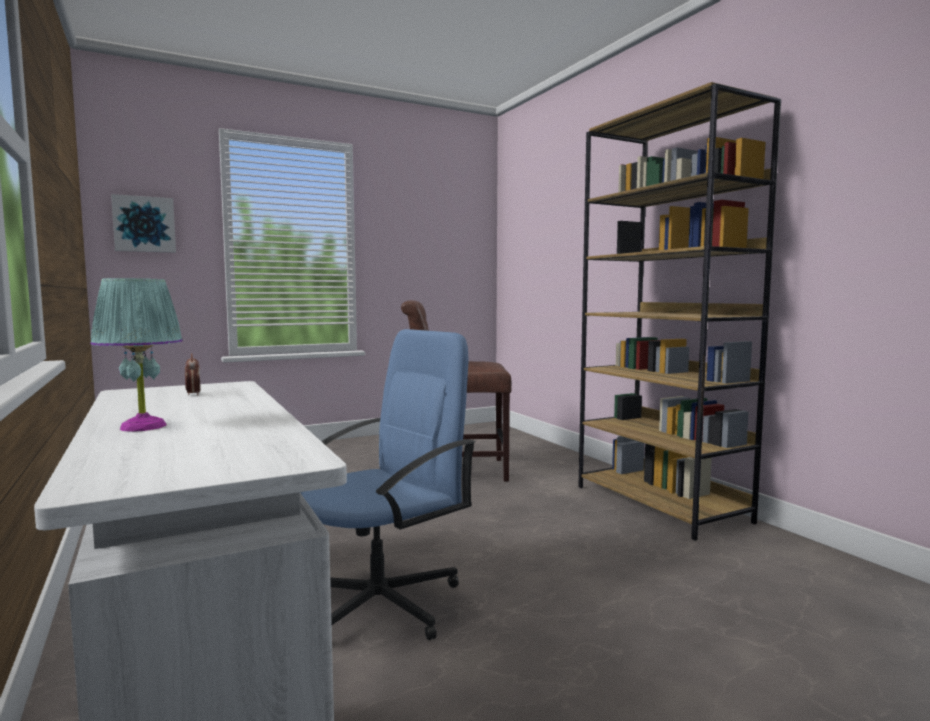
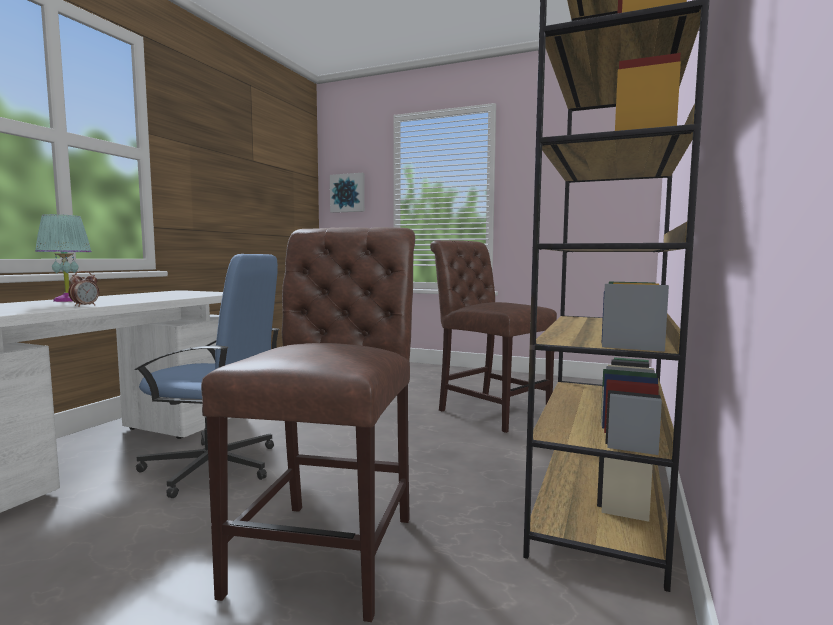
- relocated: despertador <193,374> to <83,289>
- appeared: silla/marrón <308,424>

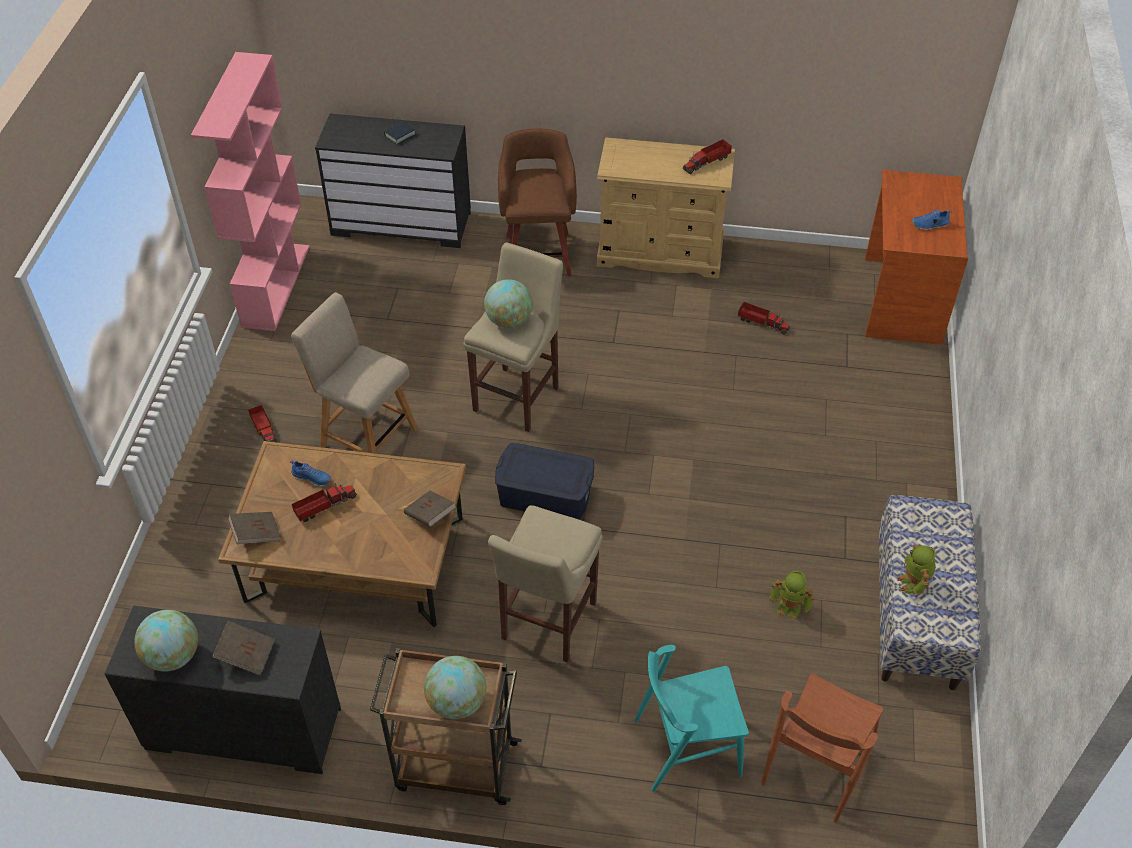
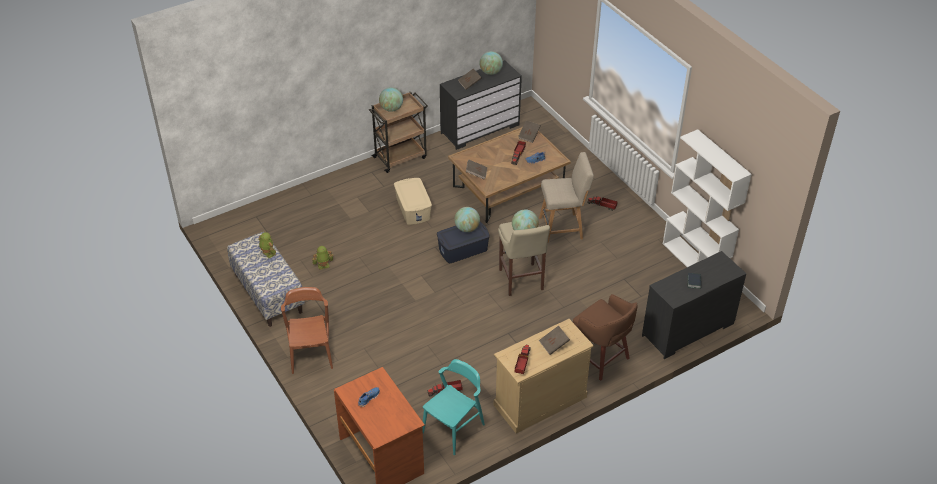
- relocated: silla/marrón <822,748> to <307,330>
- exchanged: taburete/beis <545,584> to caja de almacenaje/beis <413,201>
- relocated: silla/turquesa <691,718> to <453,407>
- appeared: globo terráqueo <467,219>
- appeared: libro/marrón <554,340>
- colour: estantería/rosa <250,191> to estantería/blanco <707,198>

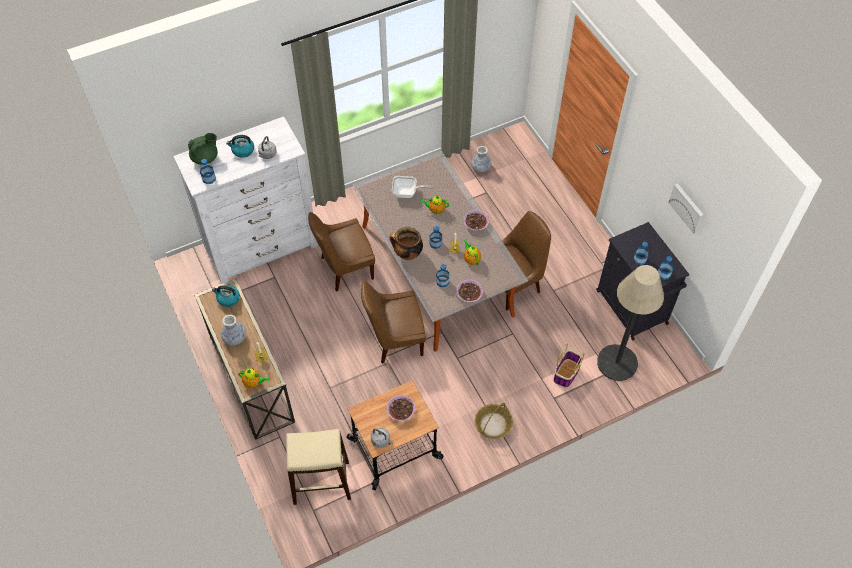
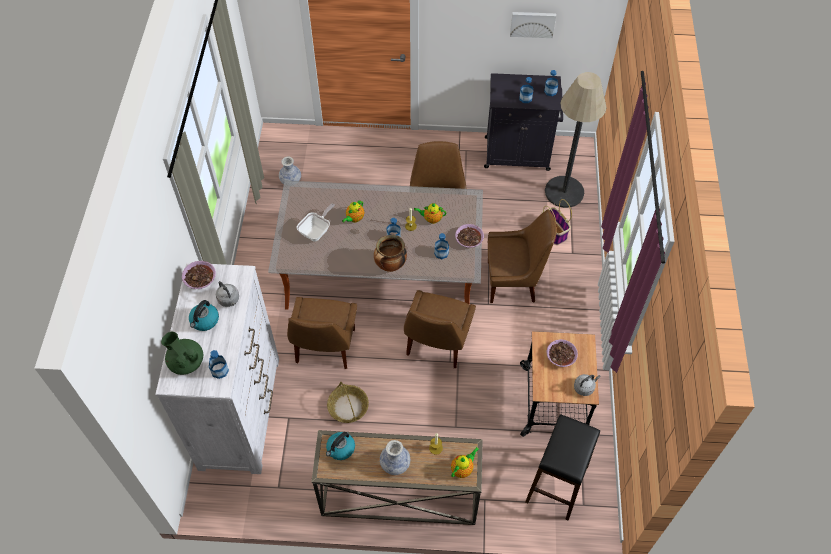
- spun: tetera/verde <203,149> = <182,353> 45 degrees counterclockwise
- relocated: cuenco <476,220> to <199,275>
- relocated: cesta <494,421> to <348,402>
- appeared: silla/marrón <522,256>
- colour: taburete/beis <318,467> to taburete/negro <562,467>

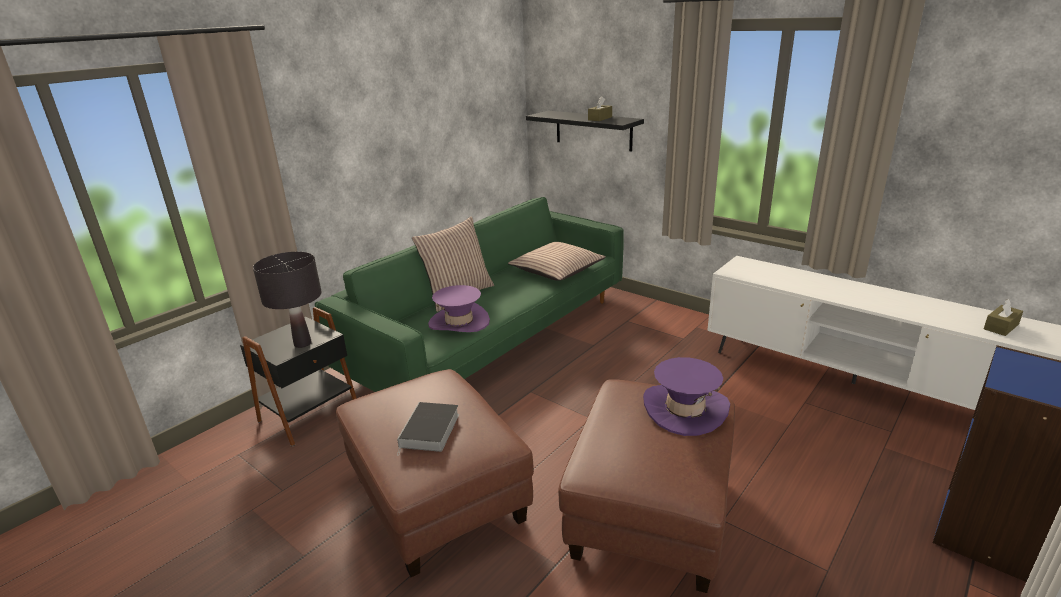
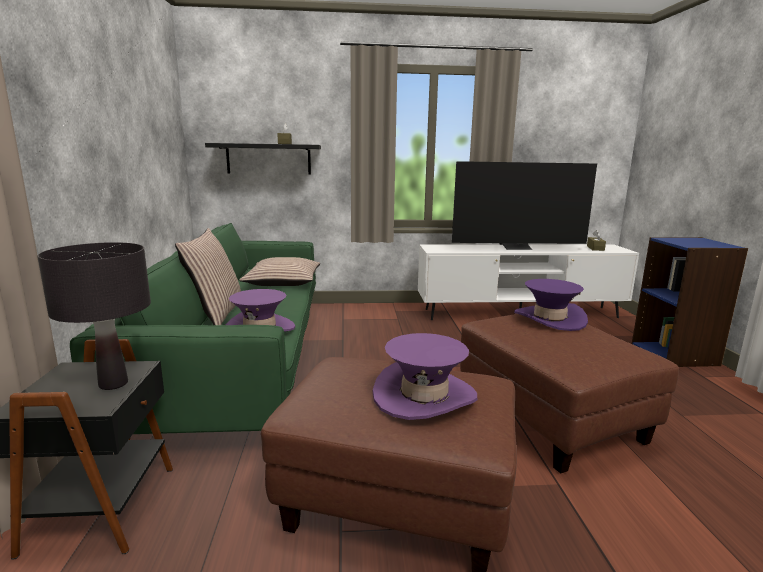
- exchanged: libro <428,429> to sombrero/morado <424,376>
- appeared: televisor <524,205>

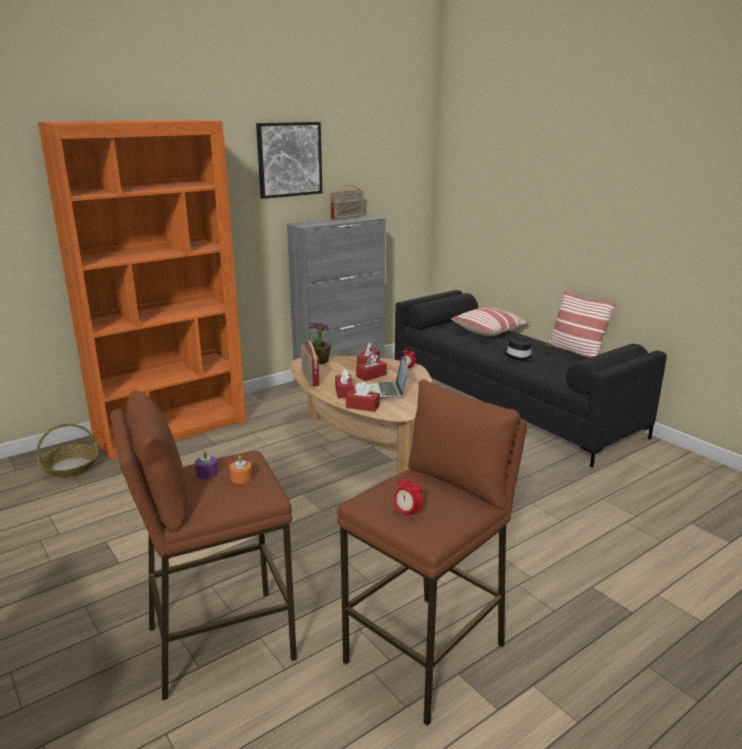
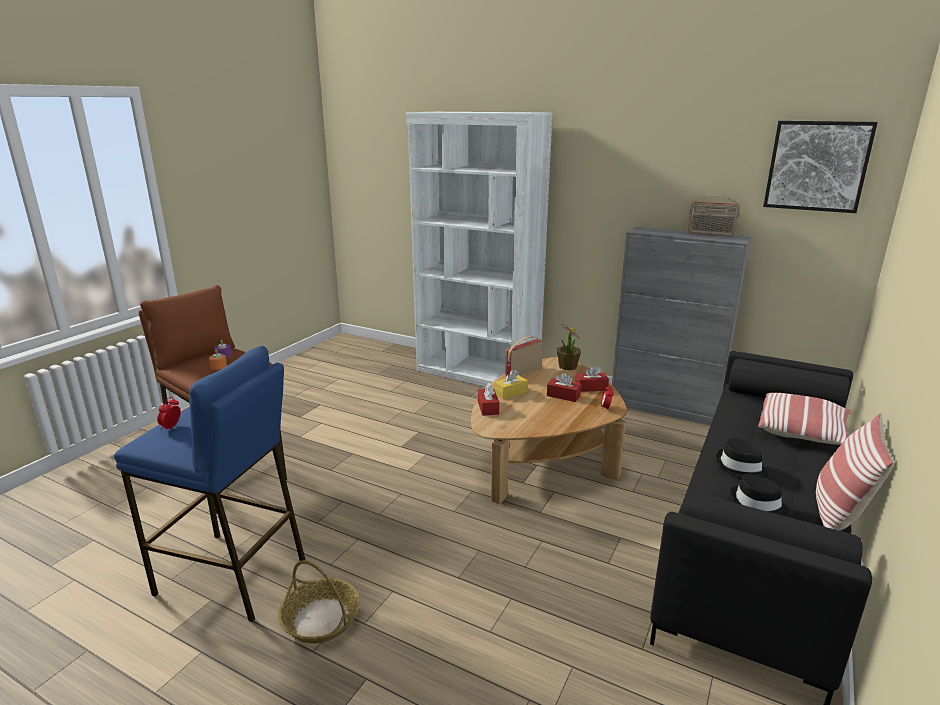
- colour: taburete/marrón <432,552> to taburete/azul <209,484>
- relocated: cesta <67,450> to <319,601>
- colour: estantería/naranja <142,289> to estantería/blanco <479,249>
- colour: caja de pañuelos/rojo <344,383> to caja de pañuelos/amarillo <511,384>
- appeared: sombrero/negro <759,494>
- relocated: cuadro <289,160> to <820,167>
- missing: portátil <388,376>

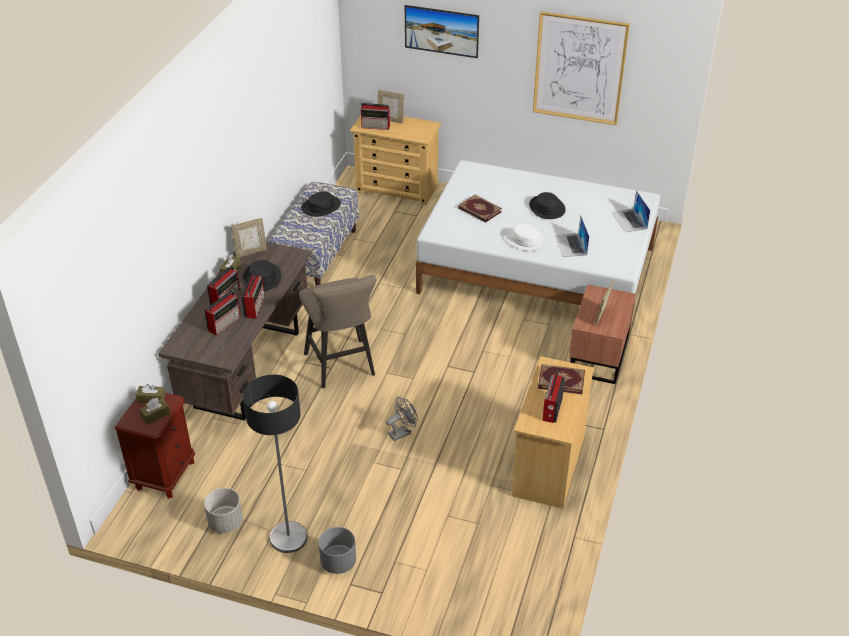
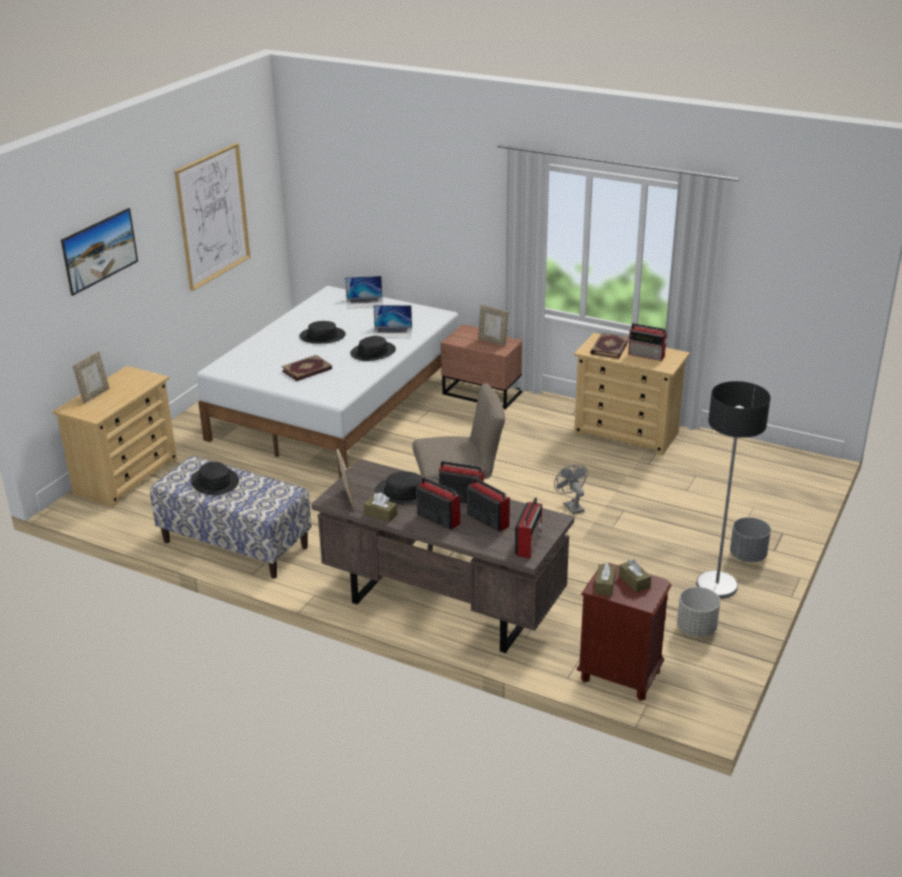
- colour: sombrero/blanco <526,237> to sombrero/negro <373,348>
- relocated: radio <376,116> to <528,527>

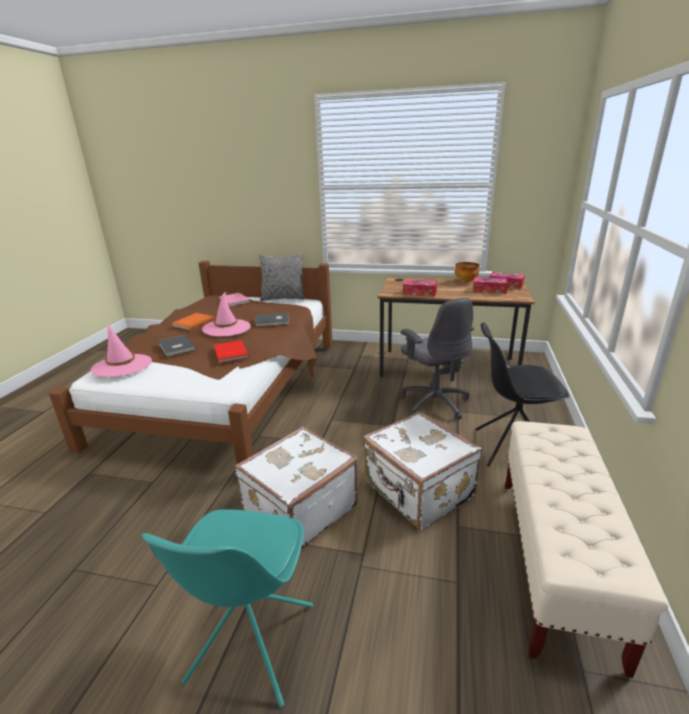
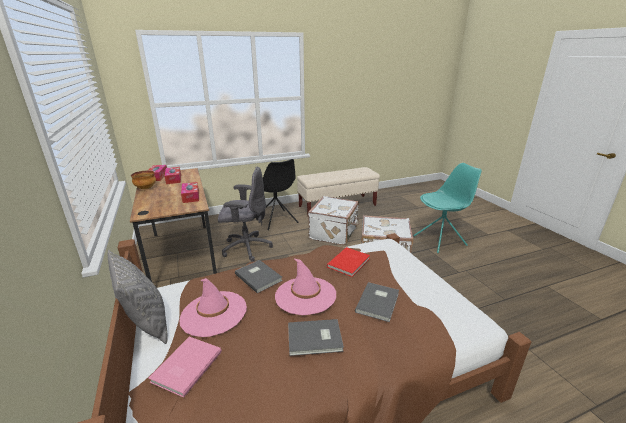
- relocated: sombrero/rosa <121,351> to <213,307>
- spun: silla de oficina/gris <437,359> = <245,213> 60 degrees clockwise
- colour: libro/naranja <193,321> to libro/gris <316,337>

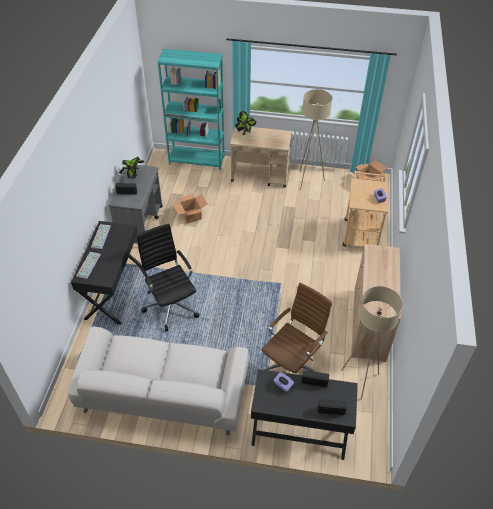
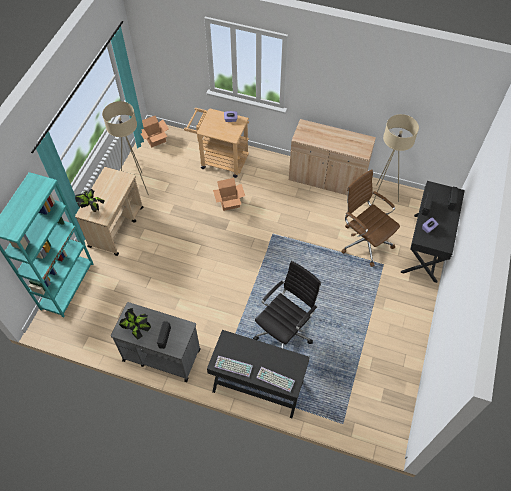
- relocated: caja de cartón <190,208> to <229,194>
- spun: silla de oficina/negro <167,277> = <287,304> 150 degrees clockwise
- missing: sofá/blanco <158,380>

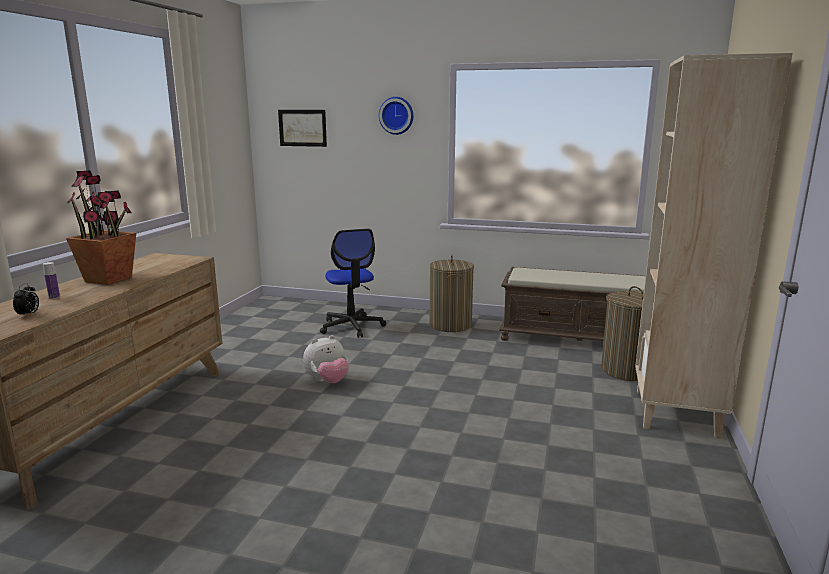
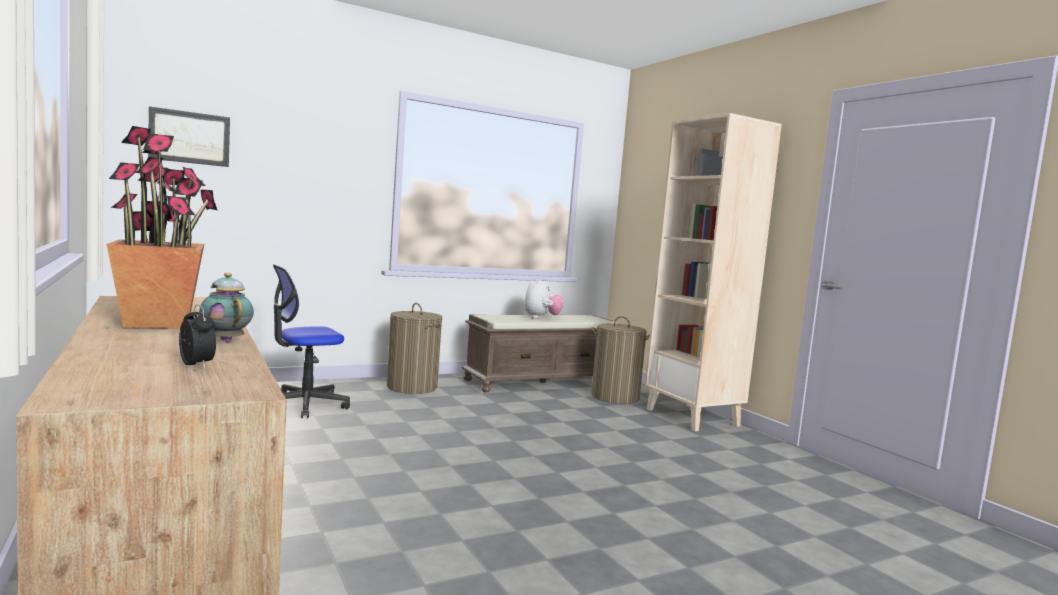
- appeared: tetera <226,307>
- spun: silla de oficina <353,283> = <311,341> 120 degrees clockwise
- relocated: peluche <326,359> to <543,298>
- missing: botella <51,280>
- missing: reloj de pared <396,116>

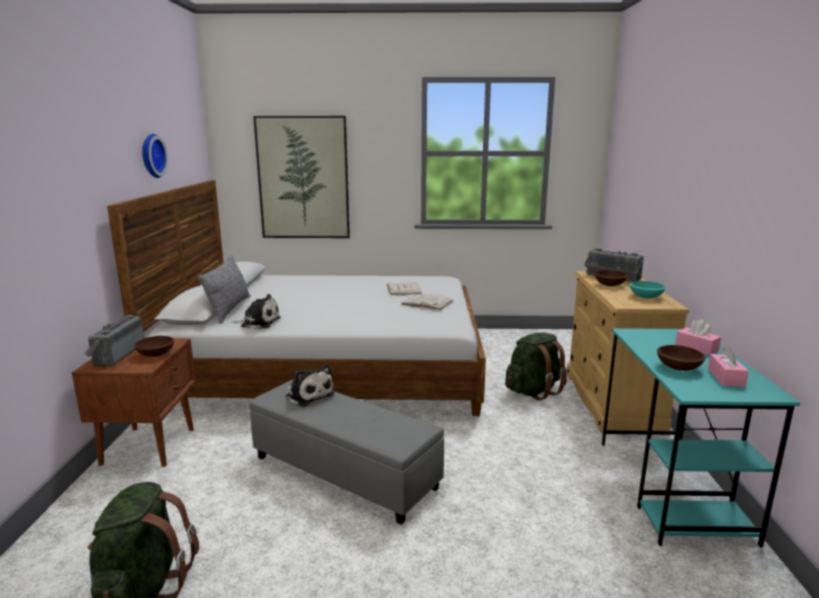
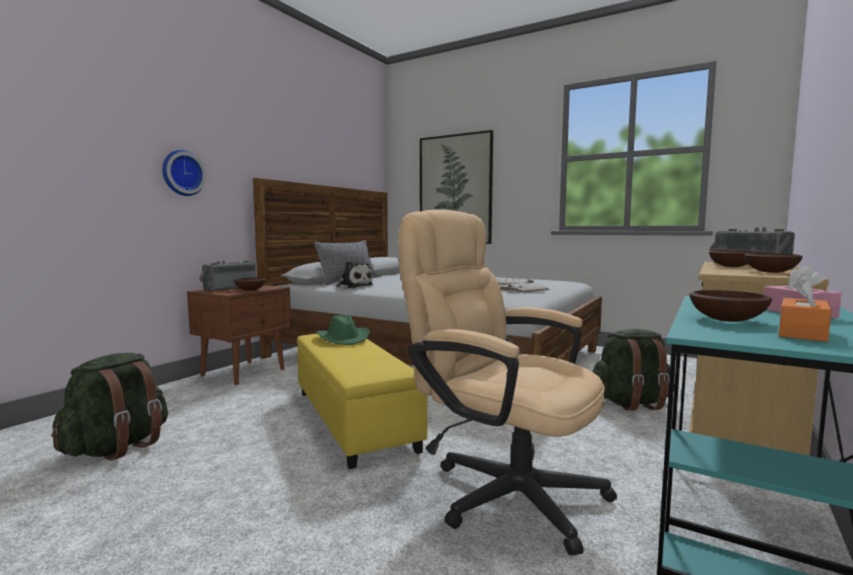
- relocated: reloj de pared <155,156> to <184,173>
- colour: puf/gris <346,452> to puf/amarillo <362,401>
- exchanged: peluche <310,385> to sombrero/verde <343,330>
- appeared: silla de oficina/beis <507,383>
- colour: cuenco/turquesa <648,289> to cuenco/marrón <773,263>
- colour: caja de pañuelos/rosa <728,366> to caja de pañuelos/naranja <805,308>

